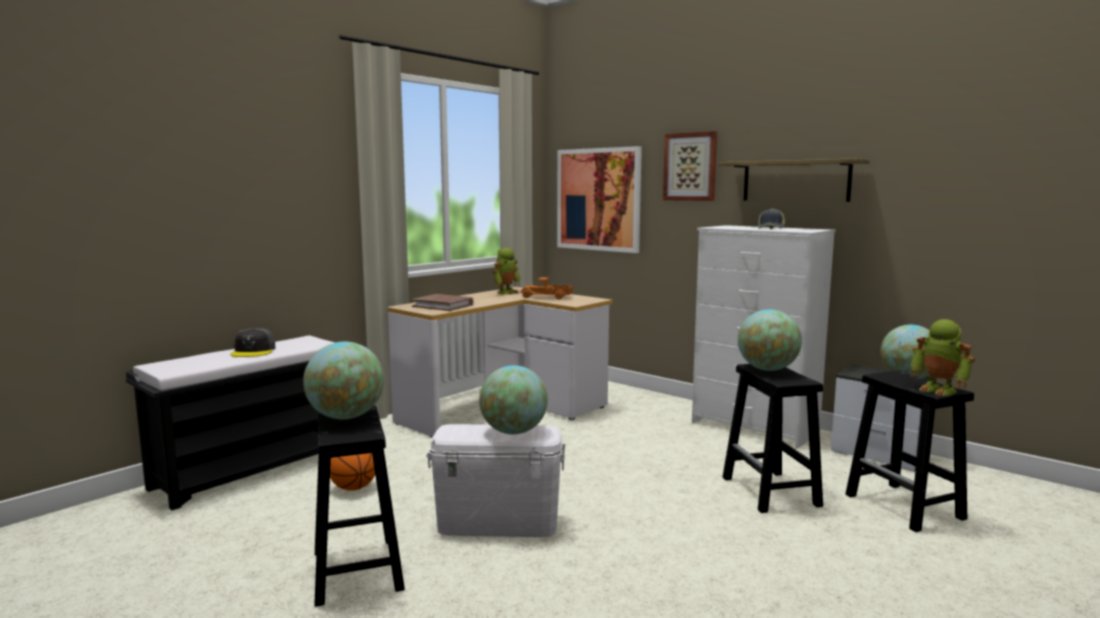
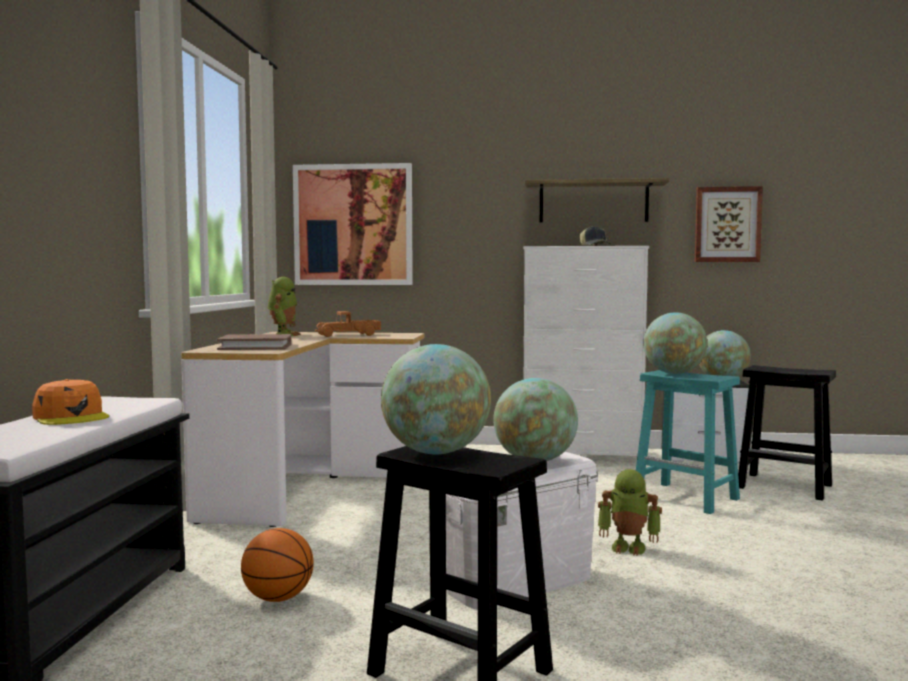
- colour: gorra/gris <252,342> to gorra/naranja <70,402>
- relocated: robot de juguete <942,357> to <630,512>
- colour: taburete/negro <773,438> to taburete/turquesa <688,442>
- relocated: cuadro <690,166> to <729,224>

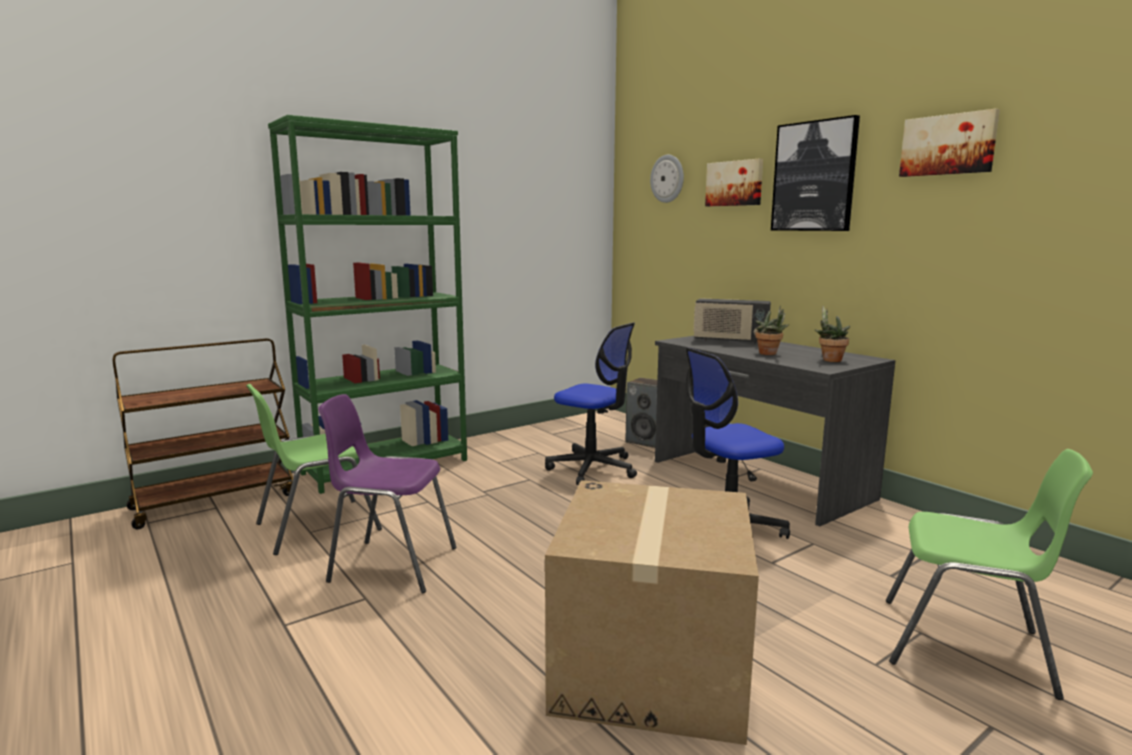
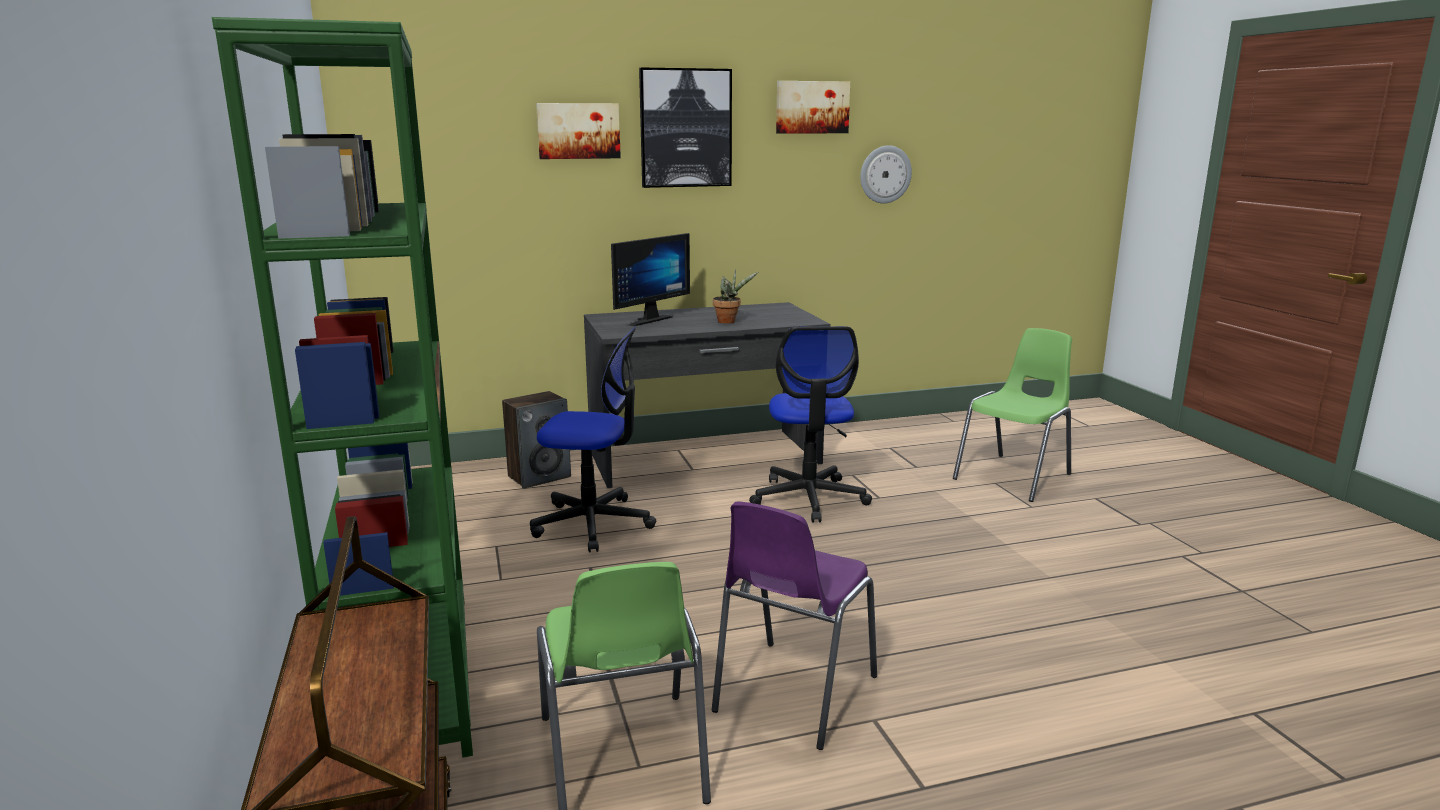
- spun: silla de oficina <591,404> = <593,439> 45 degrees clockwise
- exchanged: radio <732,321> to monitor <650,279>
- relocated: reloj de pared <667,179> to <886,174>
- missing: caja de cartón <652,612>
- missing: planta en maceta <833,334>

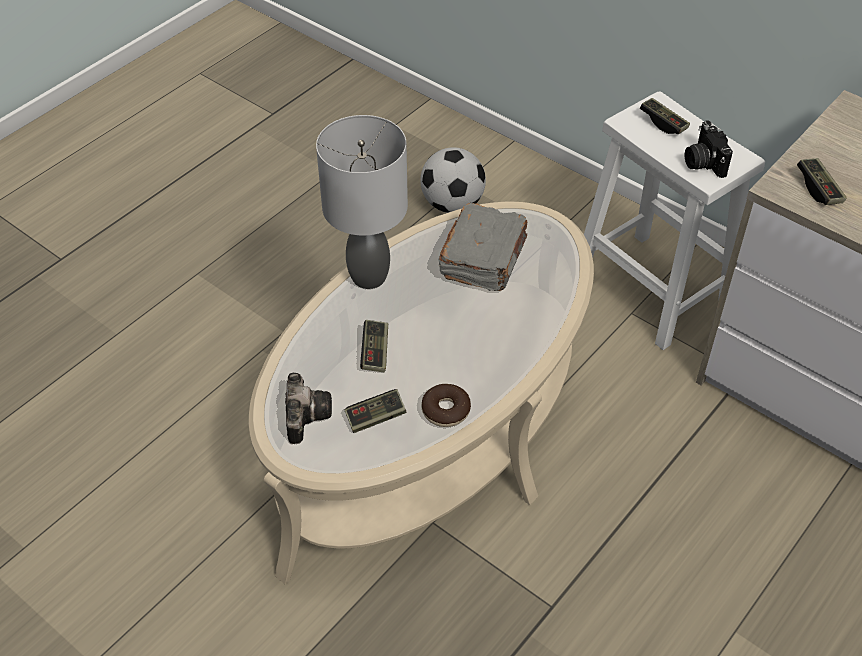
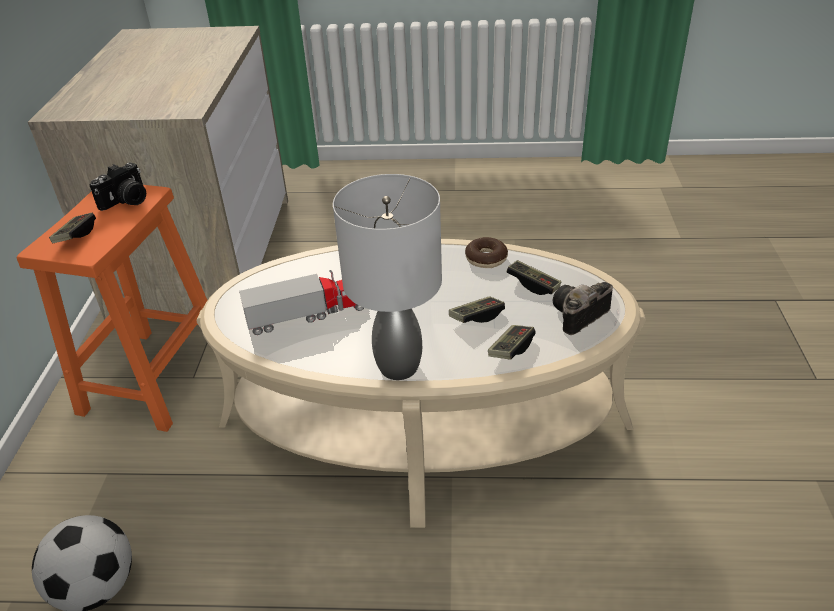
- colour: taburete/blanco <674,220> to taburete/naranja <112,308>
- exchanged: libro/gris <483,247> to camión de juguete <301,302>
- relocated: mando de consola <822,181> to <512,342>

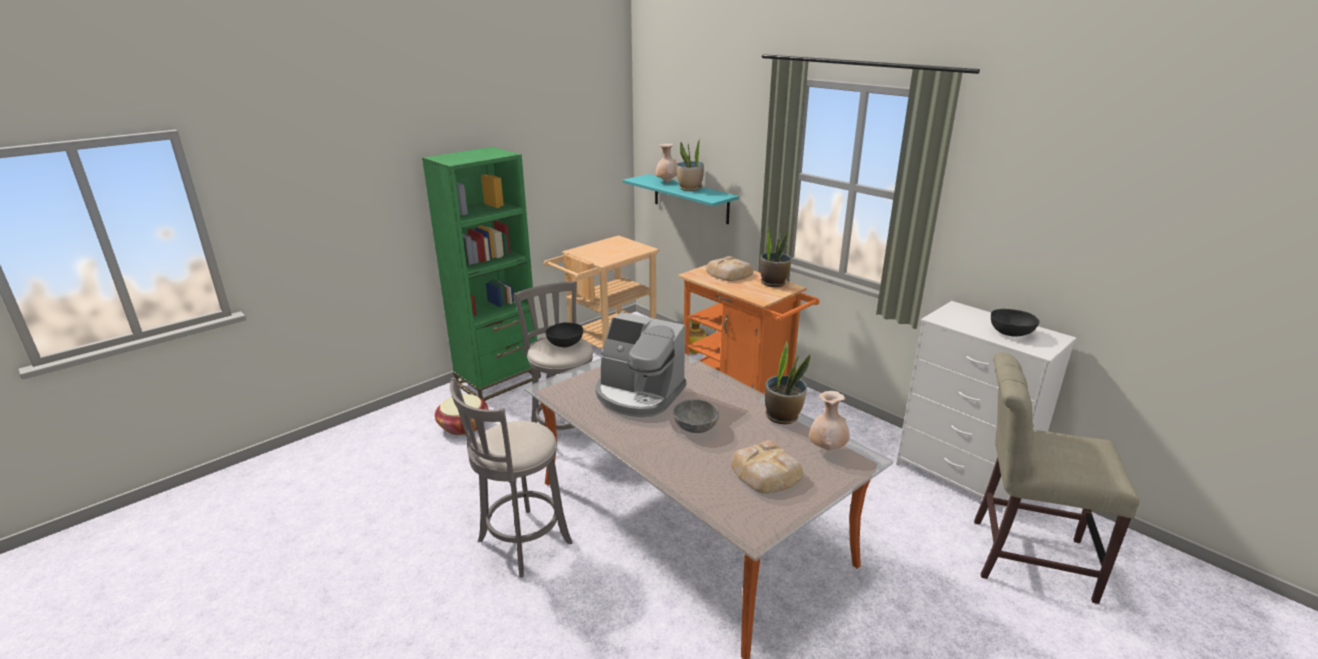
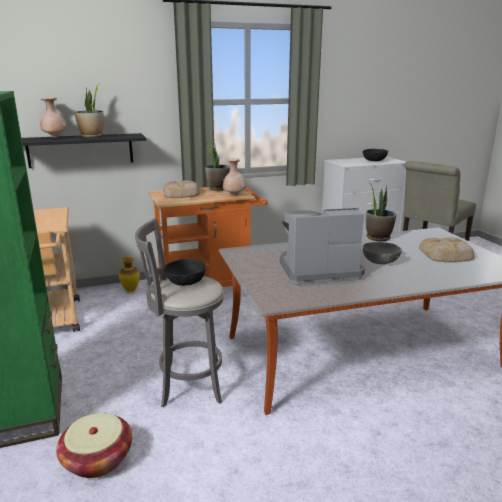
- colour: estante/turquesa <681,199> to estante/negro <83,150>
- relocated: florero/beis <829,420> to <235,177>
- spun: cafetera <641,364> = <322,246> 150 degrees counterclockwise
- missing: taburete/gris <511,477>

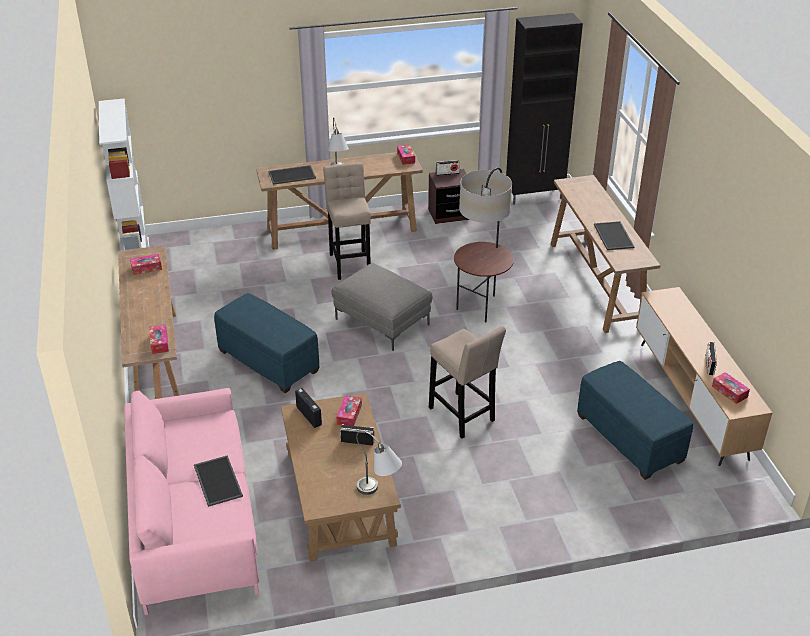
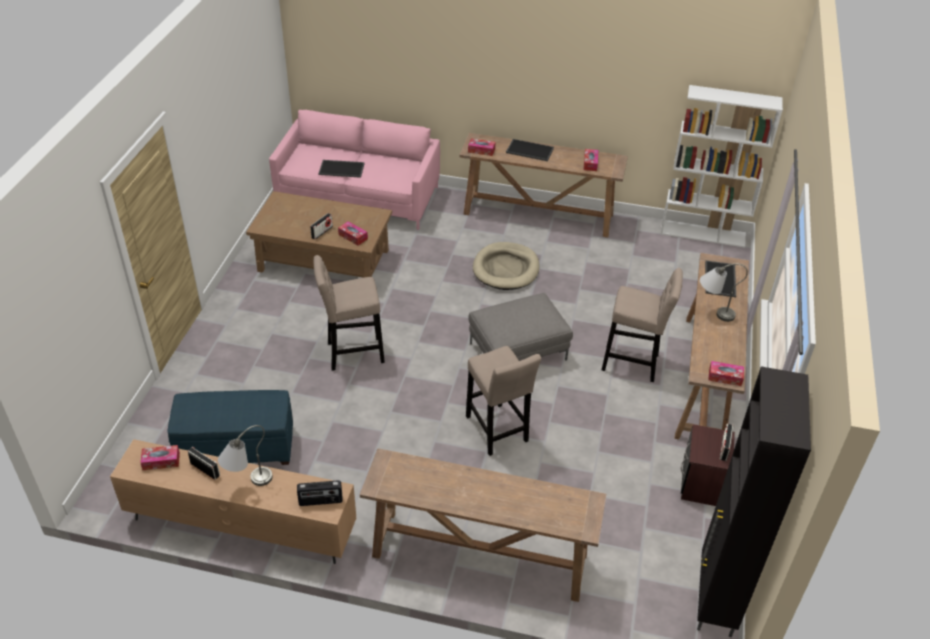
- relocated: lámpara de mesa/gris <379,463> to <245,455>
- relocated: radio <308,408> to <320,493>
- exchanged: lámpara de pie <484,244> to taburete/beis <503,401>
- exchanged: puf/azul <266,343> to cama para perro/beis <506,266>
- relocated: bandeja <614,235> to <530,150>

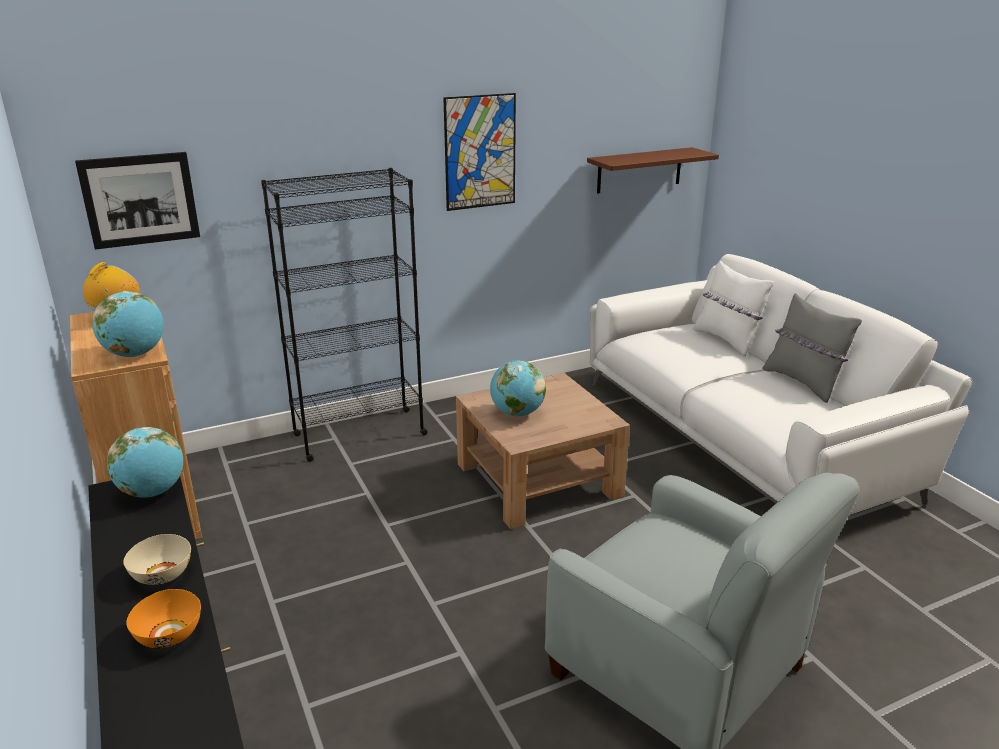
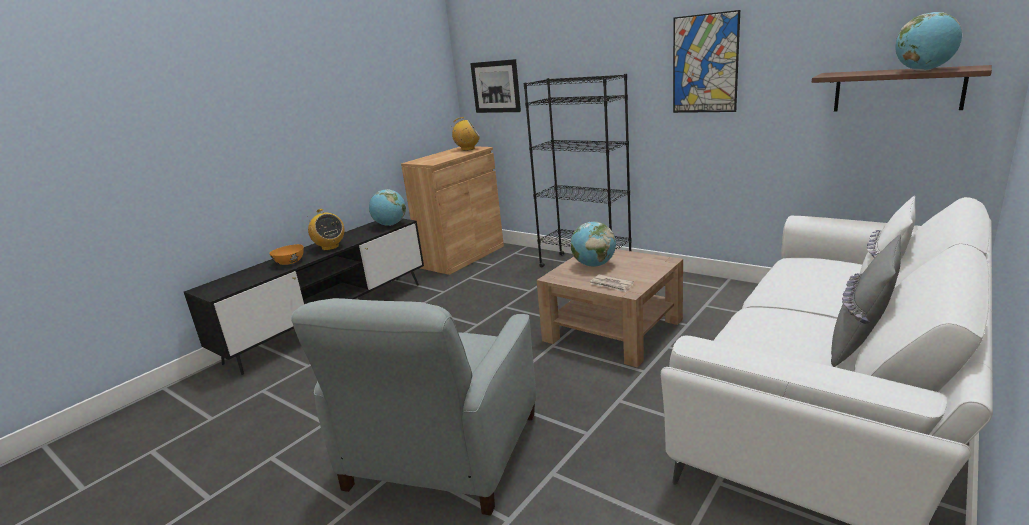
- exchanged: cuenco/beis <157,559> to radio <326,229>
- appeared: periódico <612,283>
- relocated: globo terráqueo <128,324> to <928,41>

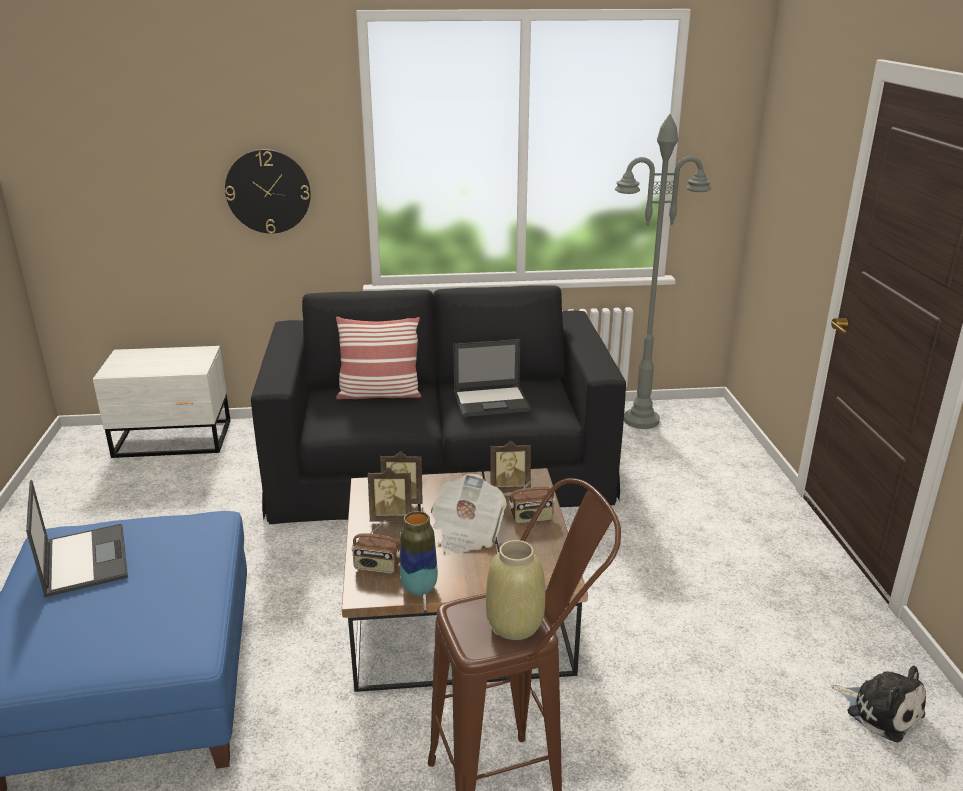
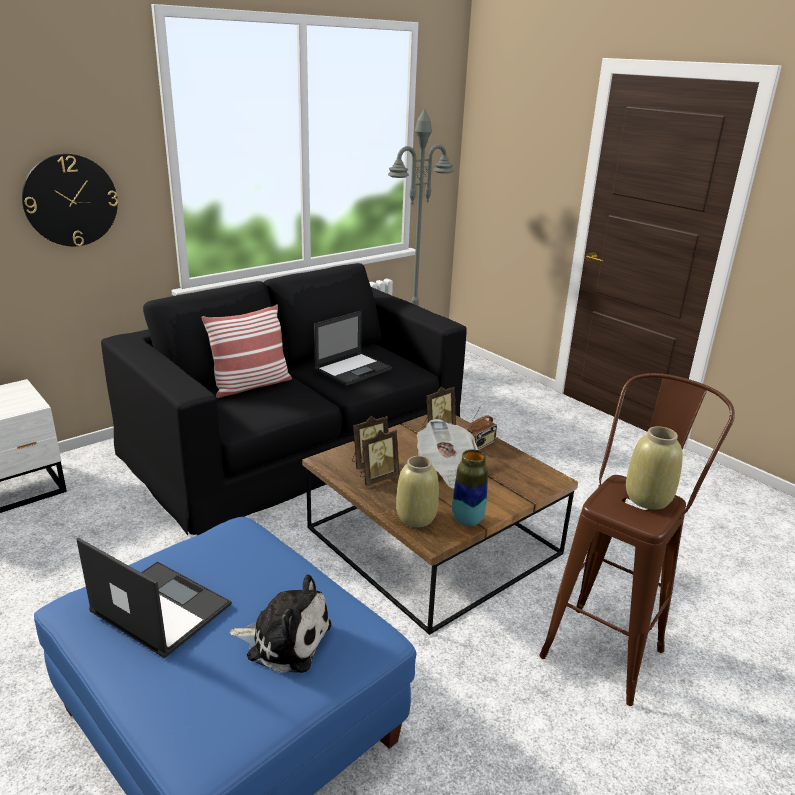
- relocated: peluche <878,704> to <279,623>
- exchanged: radio <376,547> to florero/beis <417,491>

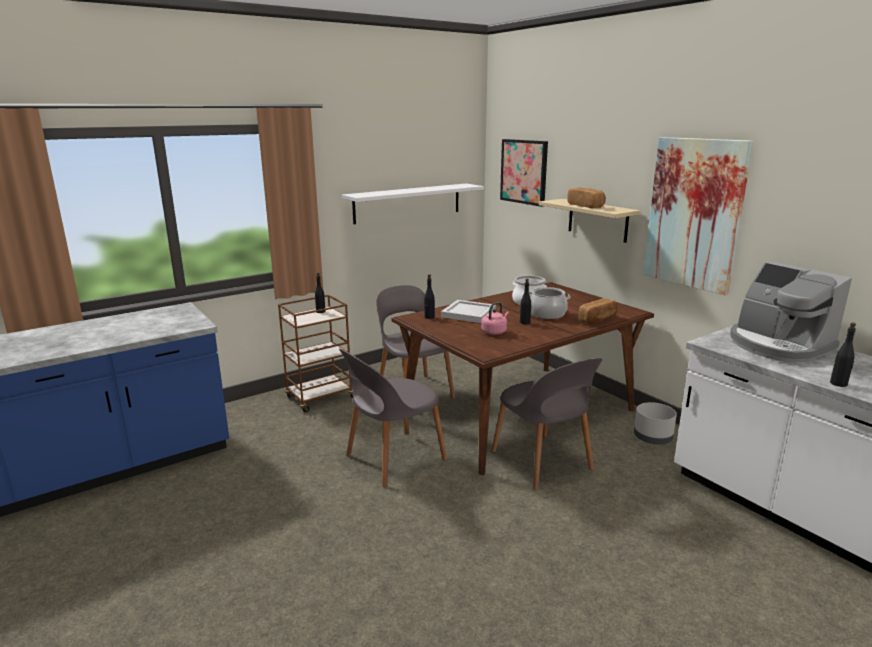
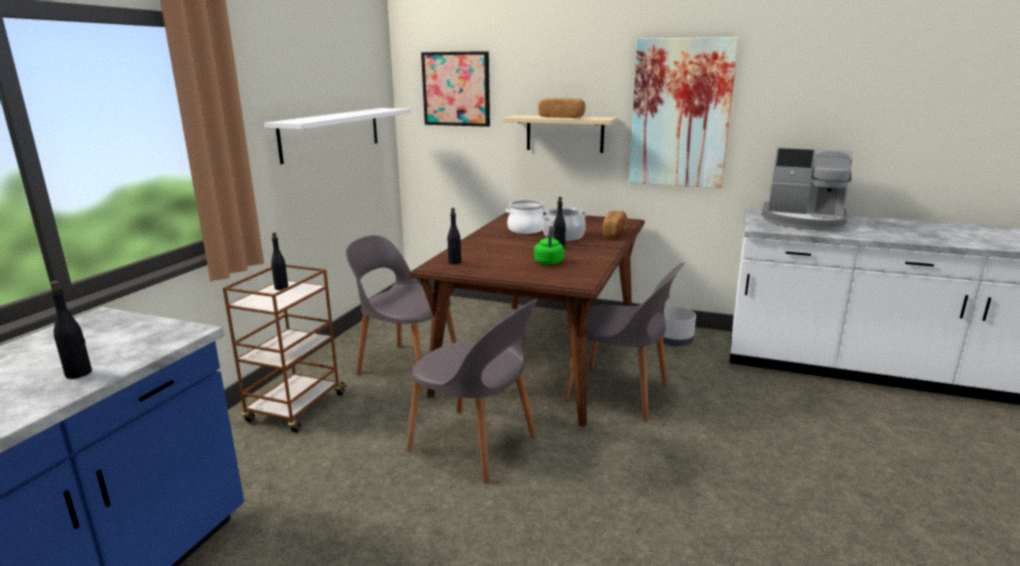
- relocated: botella/negro <843,354> to <71,330>
- spun: silla/gris <393,418> = <472,391> 75 degrees counterclockwise
- colour: hervidor/rosa <495,318> to hervidor/verde <549,245>
- missing: bandeja/blanco <468,311>

